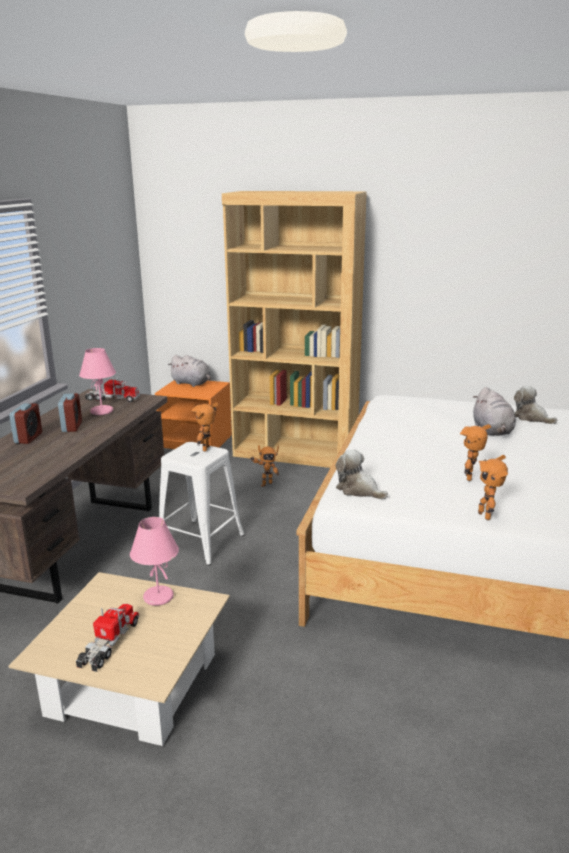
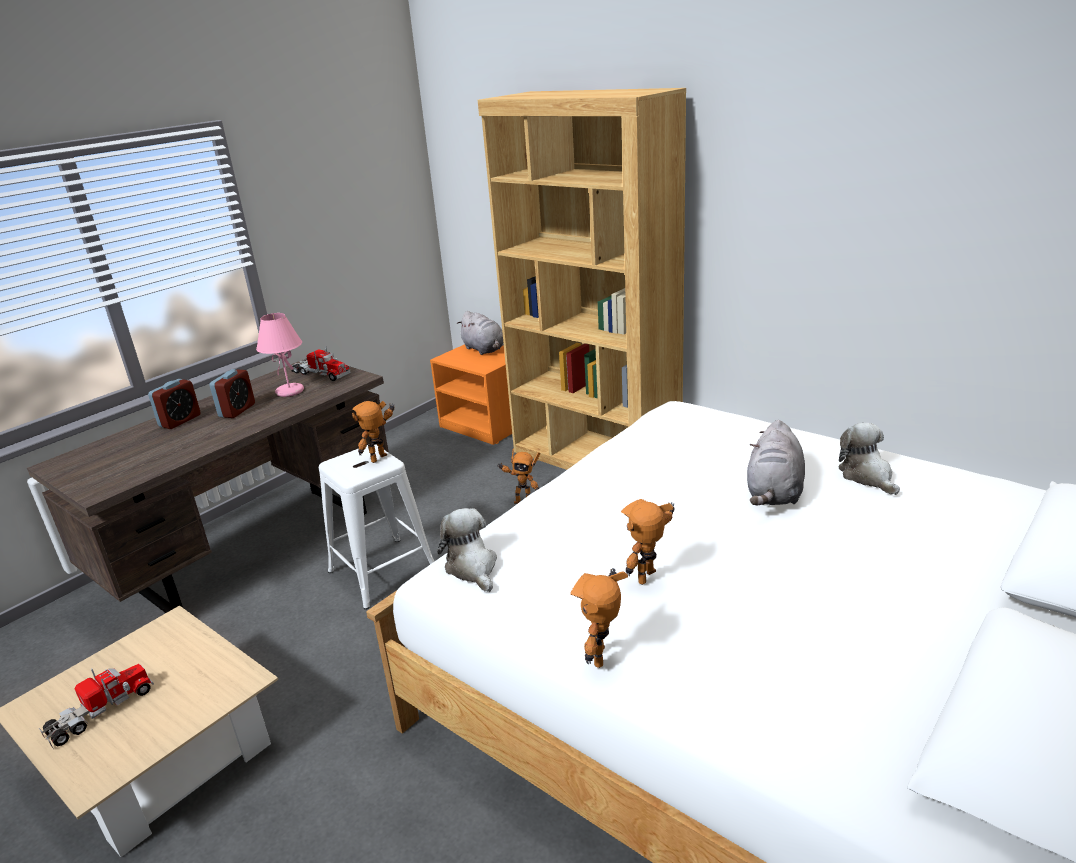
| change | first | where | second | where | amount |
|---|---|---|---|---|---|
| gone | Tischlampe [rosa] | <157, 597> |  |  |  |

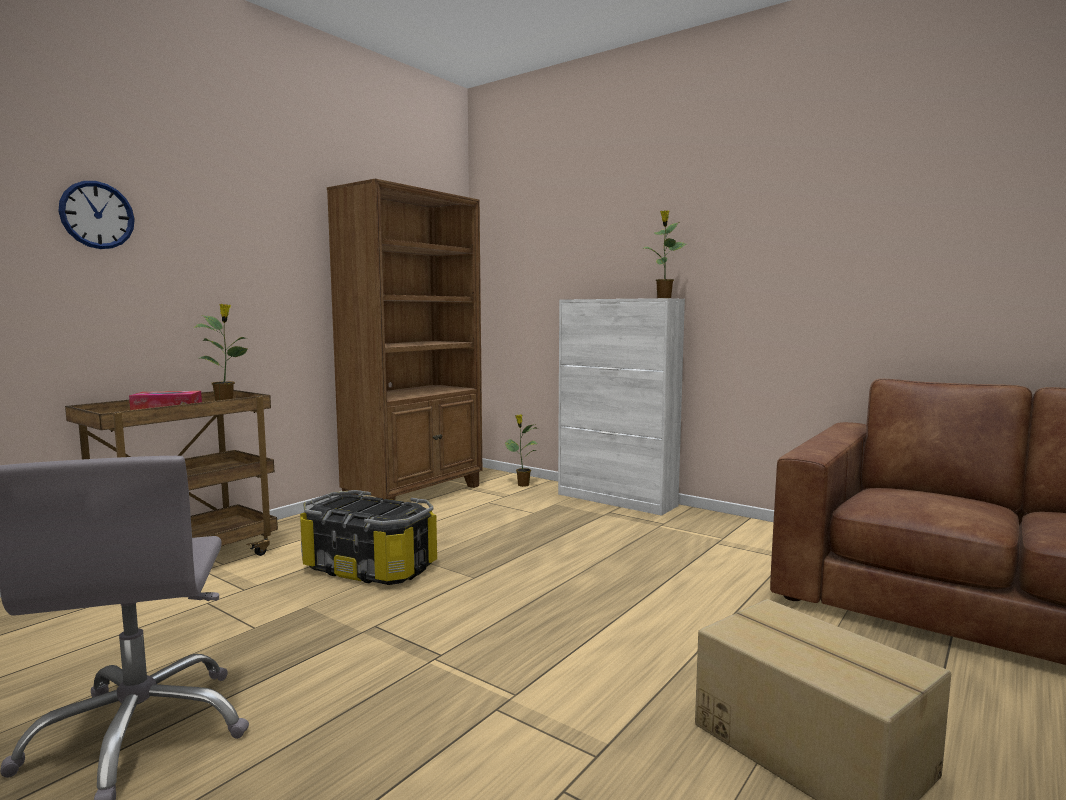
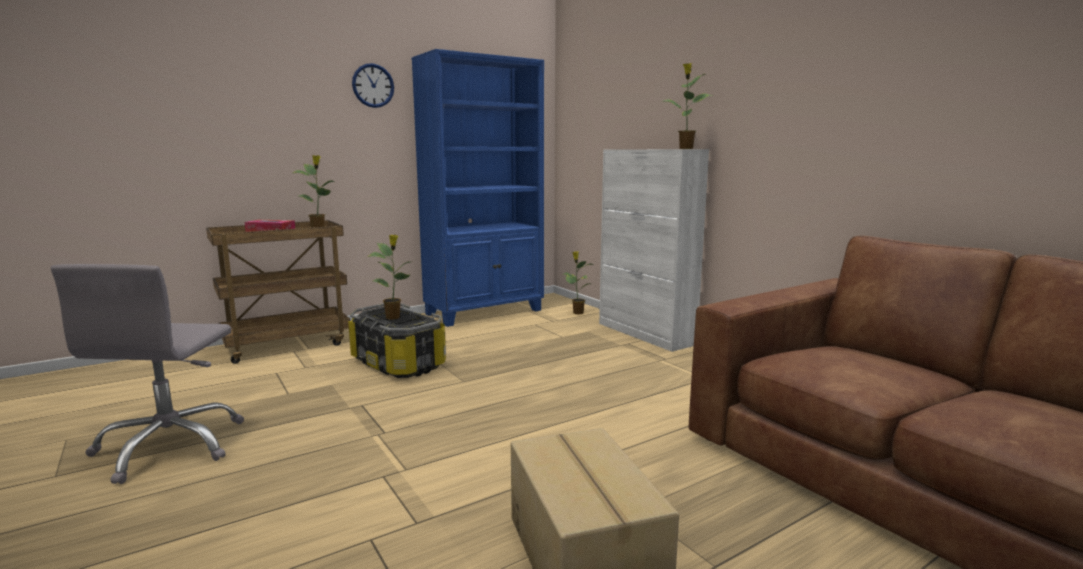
| change | first | where | second | where | amount |
|---|---|---|---|---|---|
| new |  |  | Topfpflanze | <394, 317> |  |
| shifted | Wanduhr | <97, 215> |  | <373, 85> |  |
| repainted | Bücherregal [braun] | <416, 494> | Bücherregal [blau] | <485, 312> |  |

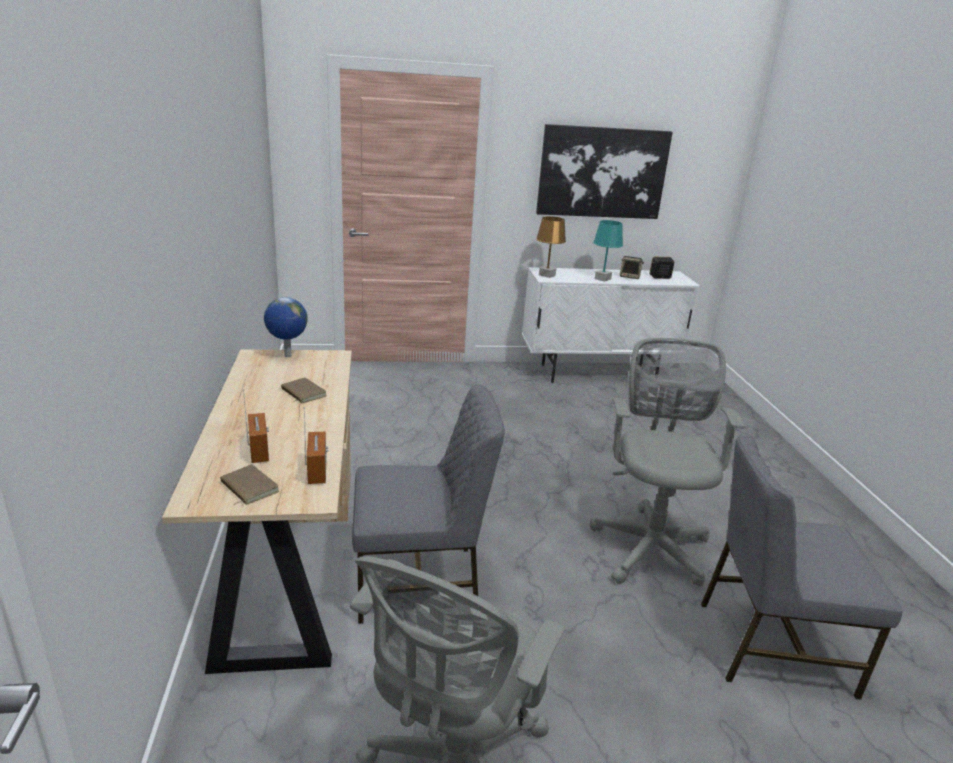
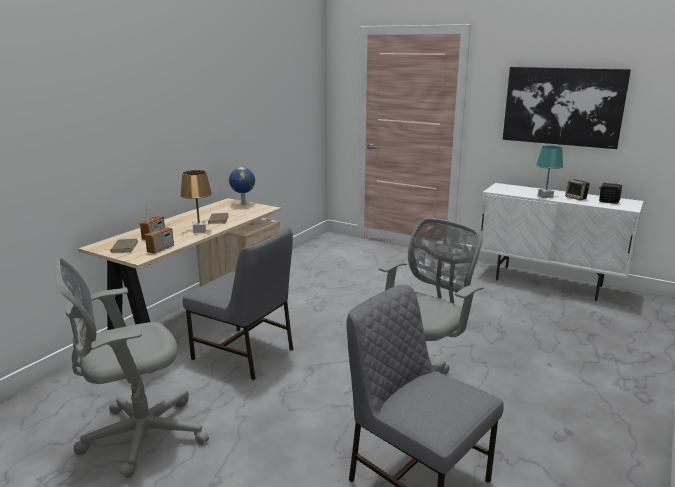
| change | first | where | second | where | amount |
|---|---|---|---|---|---|
| shifted | Tischlampe [braun] | <547, 275> |  | <199, 230> |  |

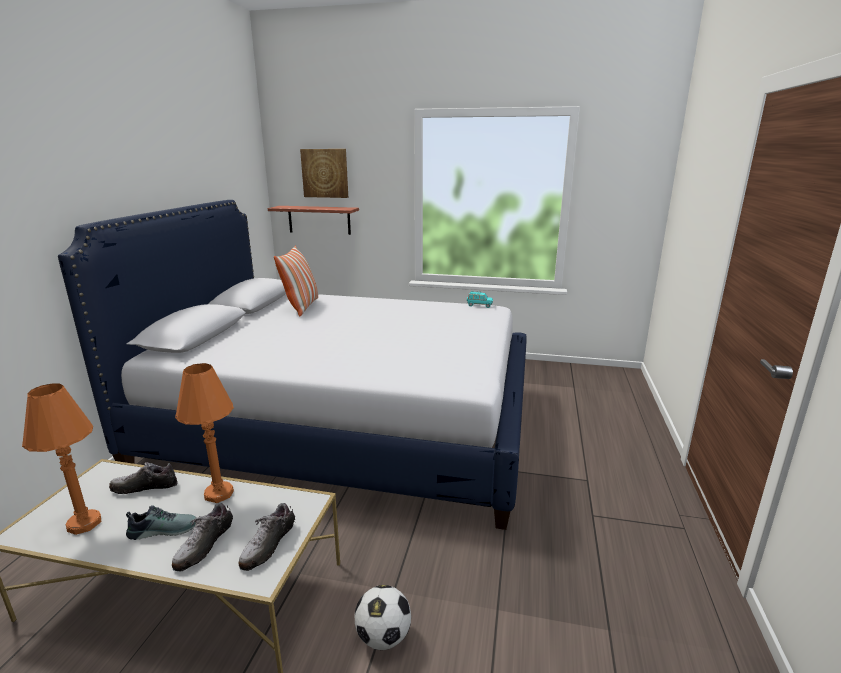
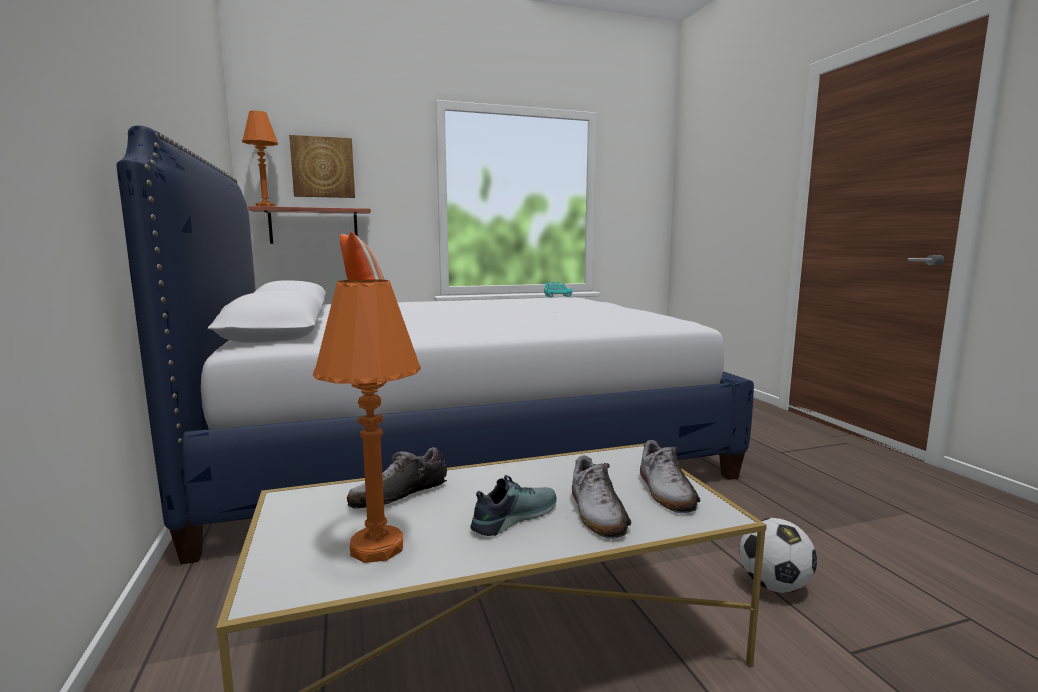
| change | first | where | second | where | amount |
|---|---|---|---|---|---|
| shifted | Tischlampe [orange] | <219, 494> |  | <265, 207> |  |

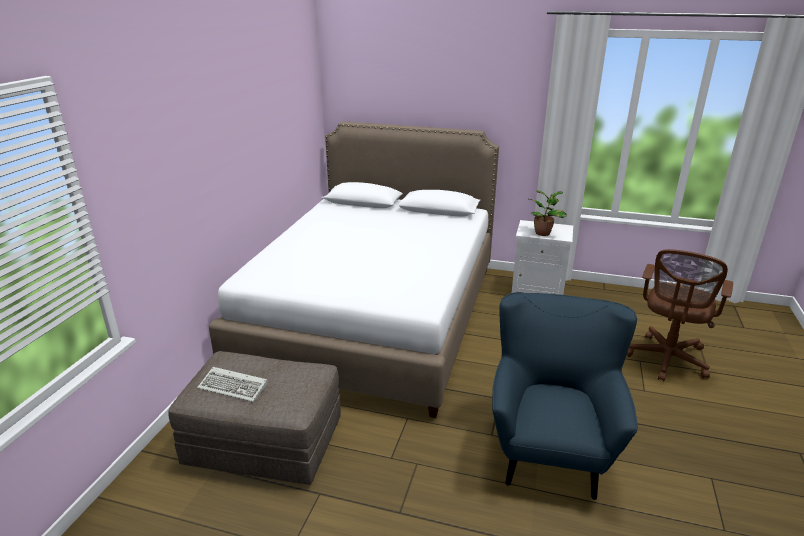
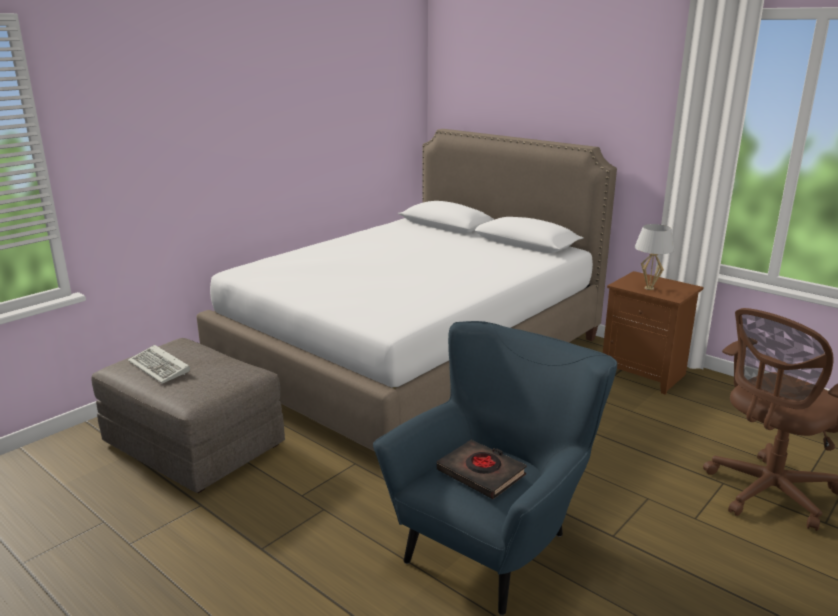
| change | first | where | second | where | amount |
|---|---|---|---|---|---|
| new |  |  | Buch [schwarz] | <481, 473> |  |
| swapped | Topfpflanze | <543, 233> | Tischlampe [weiß] | <649, 288> |  |
| repainted | Nachttisch [weiß] | <538, 292> | Nachttisch [braun] | <645, 374> |  |

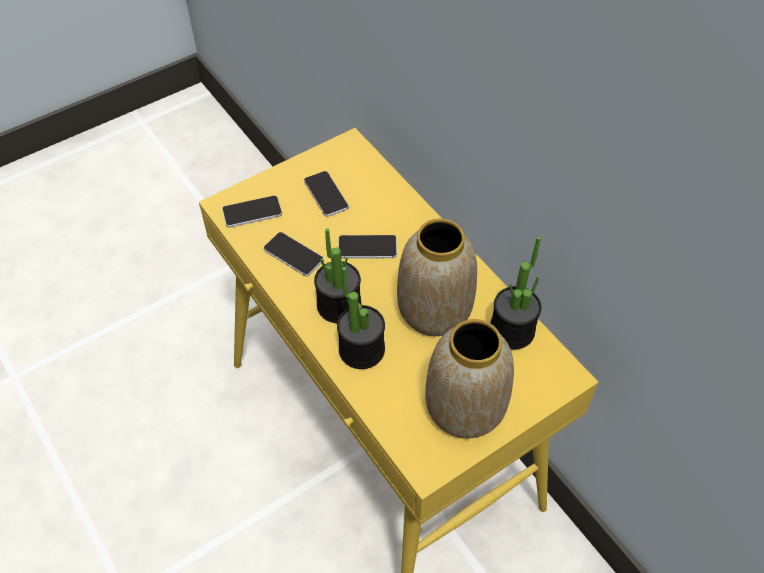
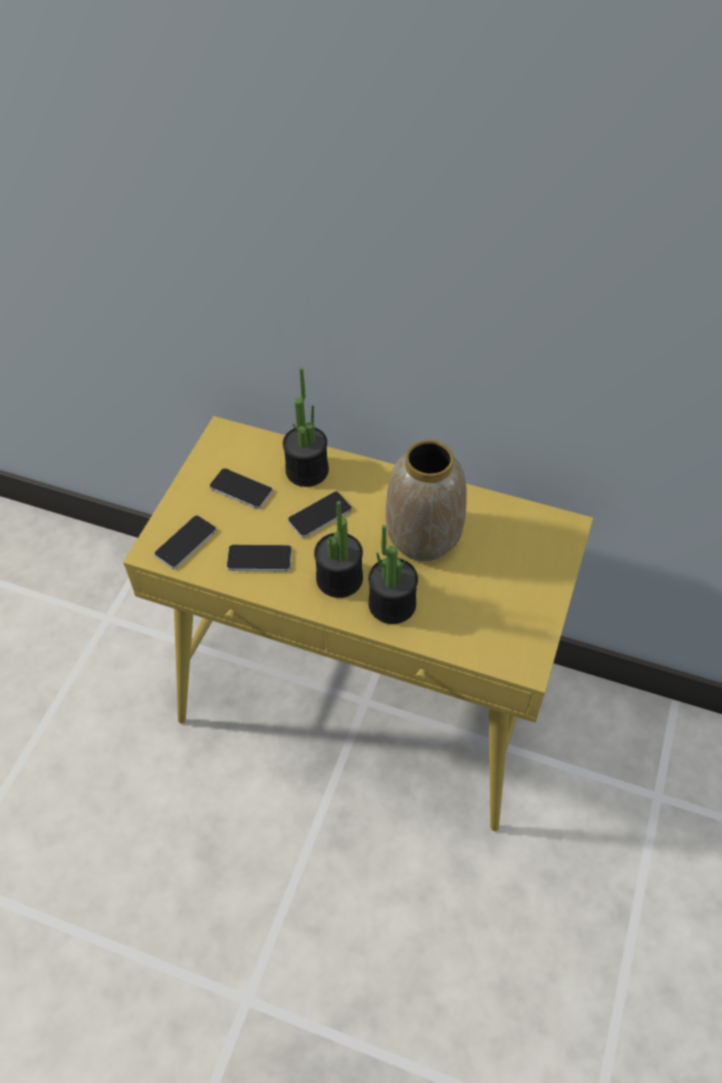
| change | first | where | second | where | amount |
|---|---|---|---|---|---|
| gone | Vase | <465, 410> |  |  |  |
| shifted | Topfpflanze | <512, 330> |  | <307, 470> |  |

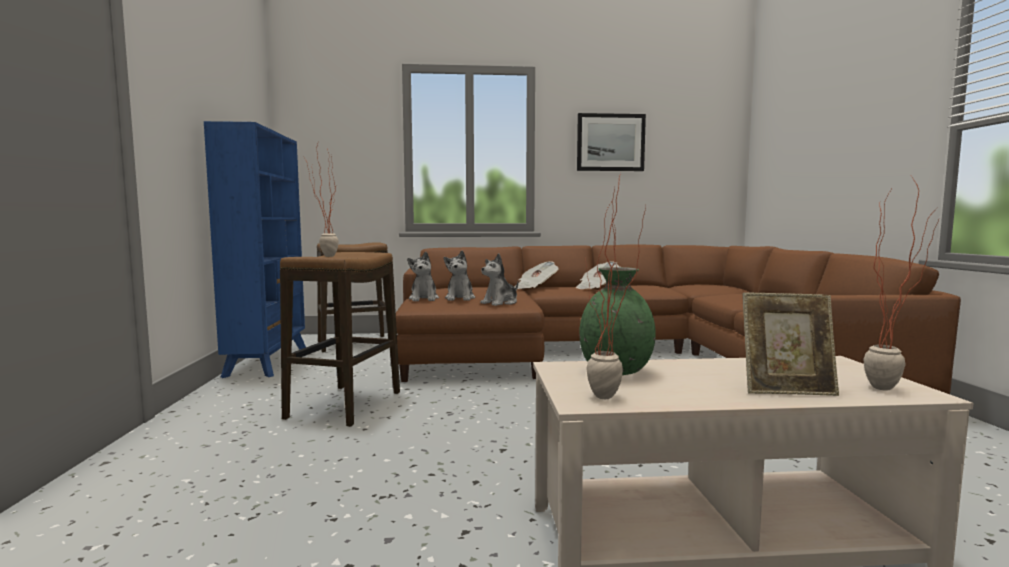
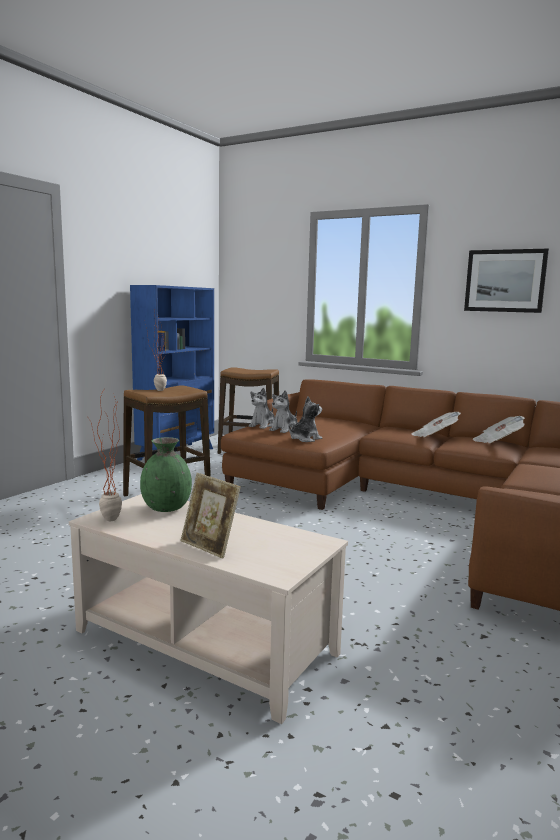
| change | first | where | second | where | amount |
|---|---|---|---|---|---|
| gone | Topfpflanze | <895, 390> |  |  |  |
| shifted | Zeitung | <535, 287> |  | <497, 442> |  |
| rotated | Plüschtier | <500, 303> |  | <304, 439> | 150 degrees clockwise |

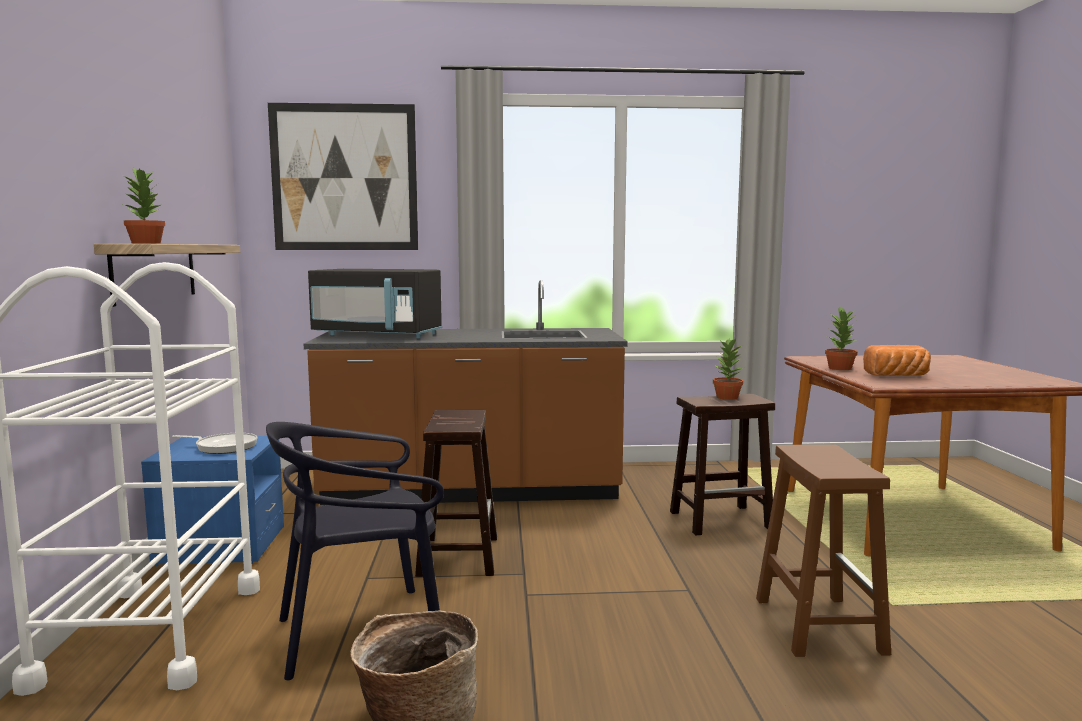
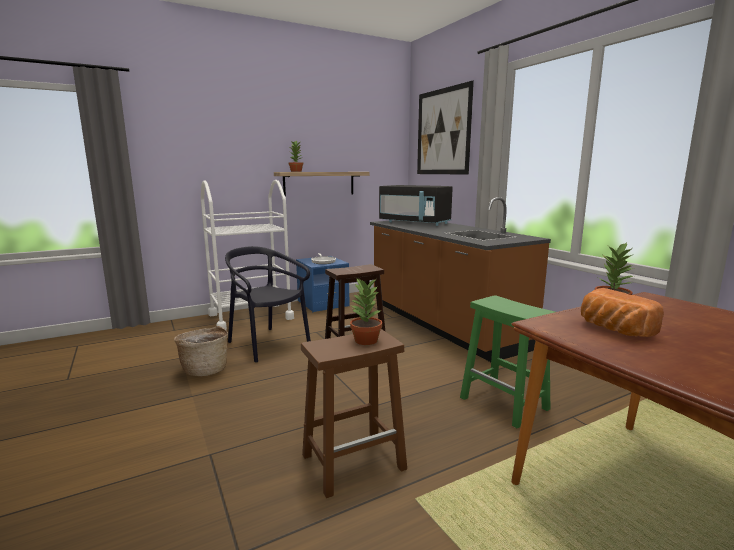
| change | first | where | second | where | amount |
|---|---|---|---|---|---|
| shifted | Topfpflanze | <727, 397> |  | <365, 340> |  |
| repainted | Hocker [braun] | <721, 520> | Hocker [grün] | <505, 404> |  |
| rotated | Mikrowelle [schwarz] | <378, 335> |  | <414, 223> | 45 degrees counterclockwise |

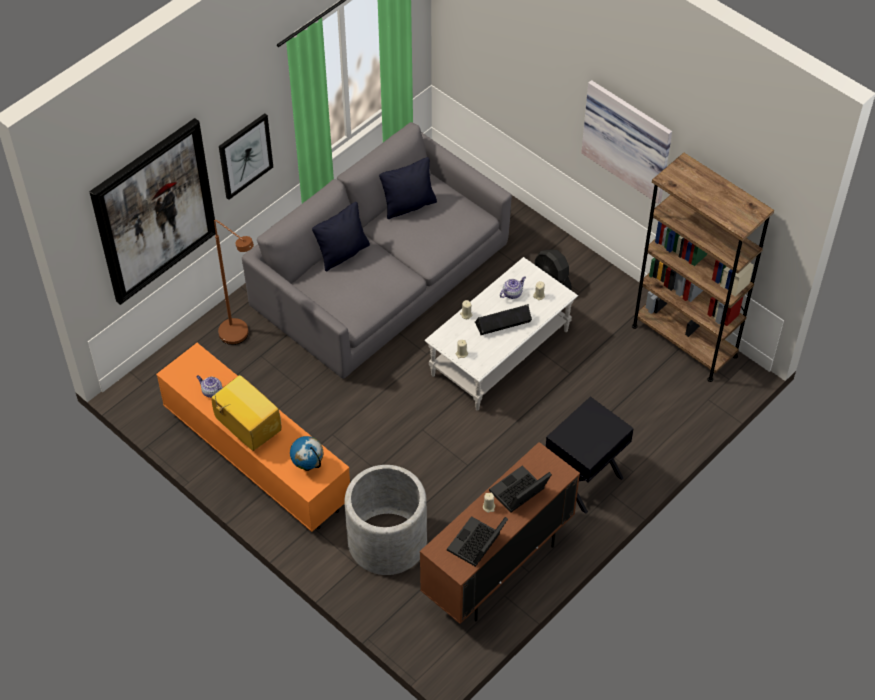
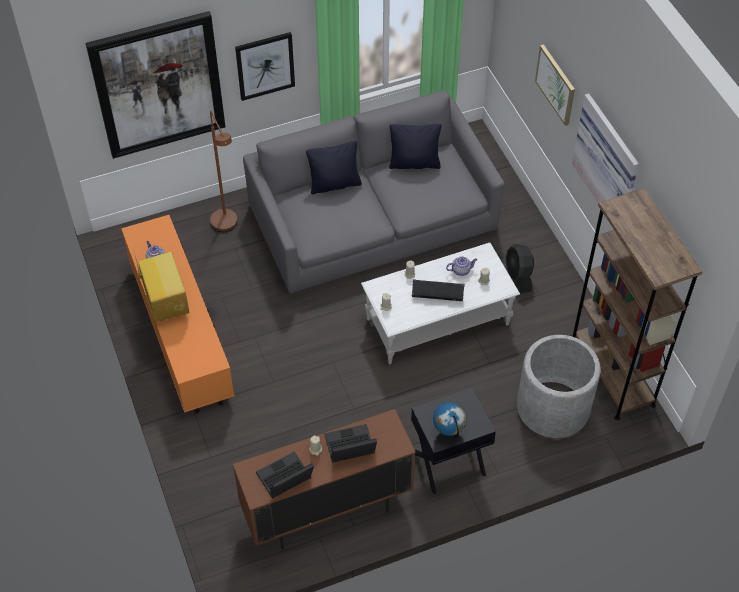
| change | first | where | second | where | amount |
|---|---|---|---|---|---|
| new |  |  | Bild | <556, 84> |  |
| shifted | Globus | <308, 466> |  | <448, 431> |  |
| shifted | Pflanzkübel [grau] | <387, 542> |  | <553, 408> |  |

